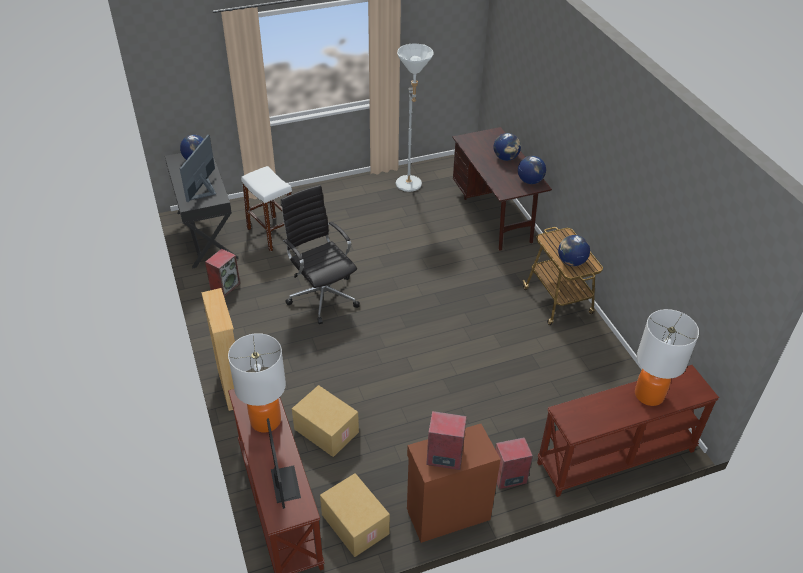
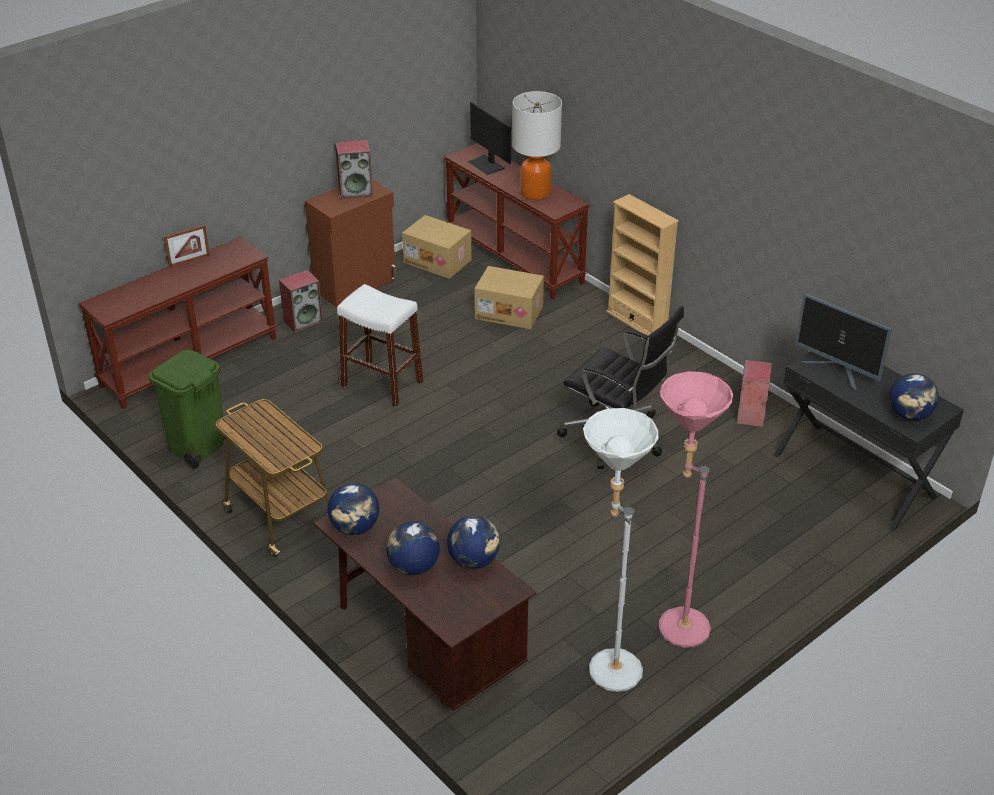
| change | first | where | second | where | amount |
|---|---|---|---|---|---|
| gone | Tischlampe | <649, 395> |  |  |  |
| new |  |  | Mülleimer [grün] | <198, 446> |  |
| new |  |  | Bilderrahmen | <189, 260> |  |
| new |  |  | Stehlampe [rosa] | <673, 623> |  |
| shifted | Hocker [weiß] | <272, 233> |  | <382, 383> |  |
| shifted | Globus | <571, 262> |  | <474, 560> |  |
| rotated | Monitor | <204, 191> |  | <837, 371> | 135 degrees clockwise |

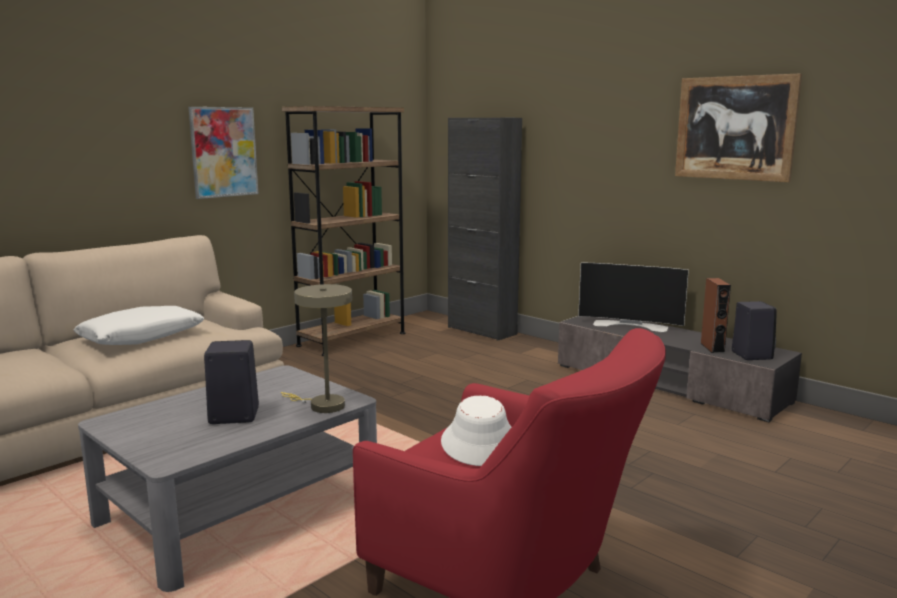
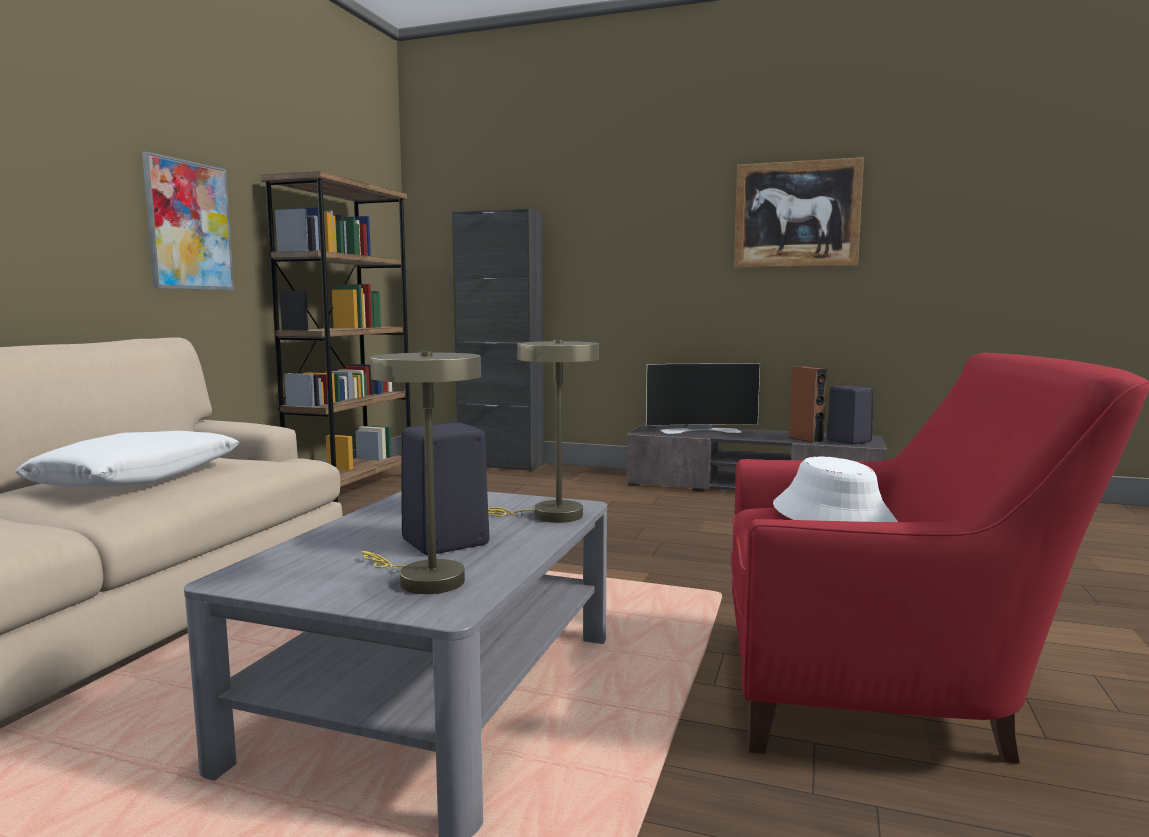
| change | first | where | second | where | amount |
|---|---|---|---|---|---|
| new |  |  | Tischlampe [beige] | <423, 579> |  |

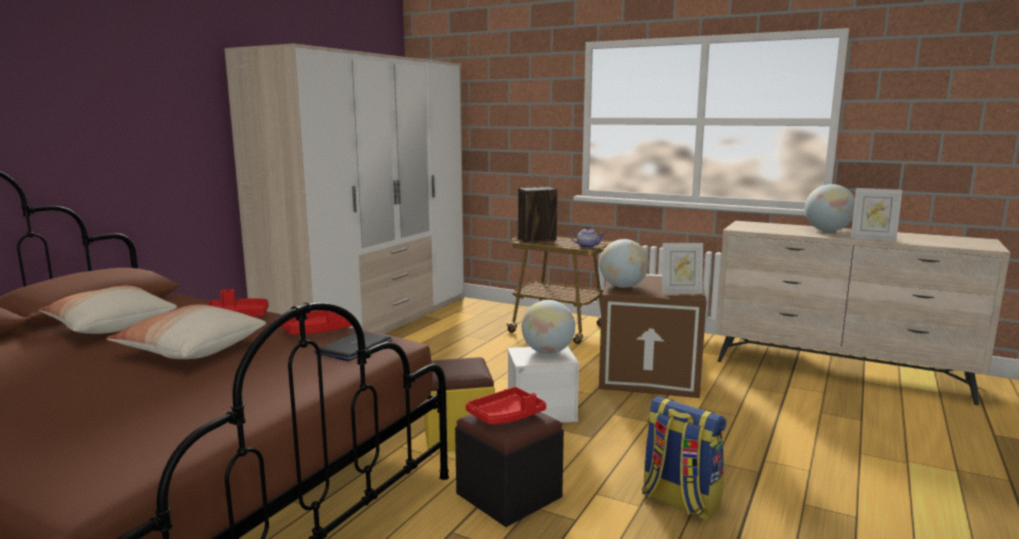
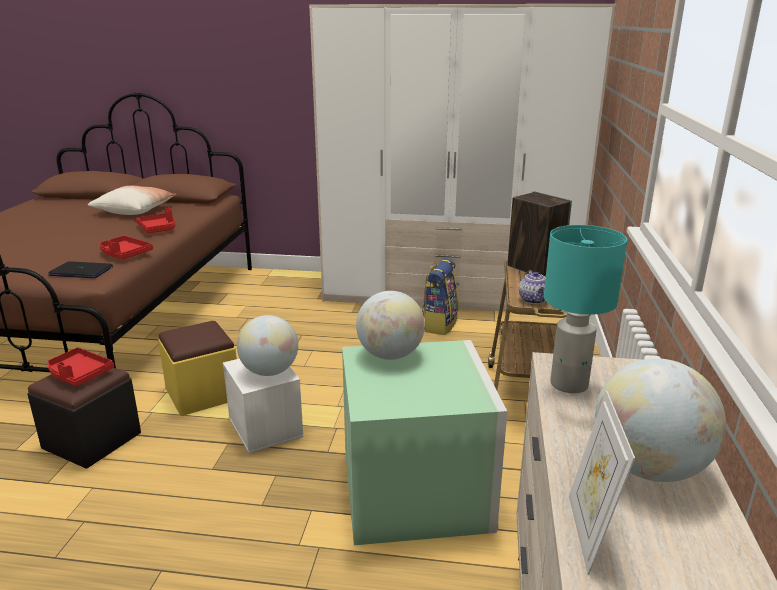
| change | first | where | second | where | amount |
|---|---|---|---|---|---|
| gone | Kissen | <191, 350> |  |  |  |
| gone | Bilderrahmen | <681, 292> |  |  |  |
| new |  |  | Tischlampe [türkis] | <569, 384> |  |
| shifted | Rucksack | <679, 501> |  | <439, 324> |  |
| repainted | Aufbewahrungsbox [braun] | <651, 374> | Aufbewahrungsbox [grün] | <417, 491> |  |

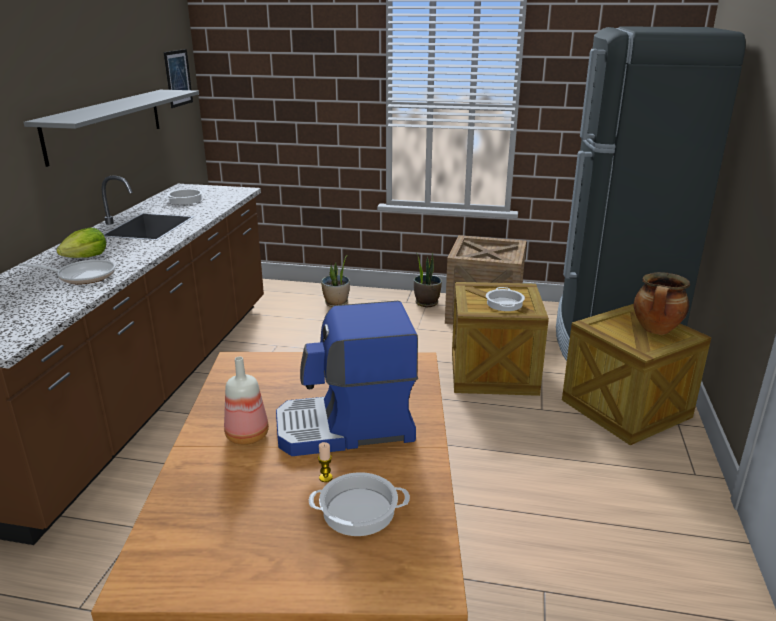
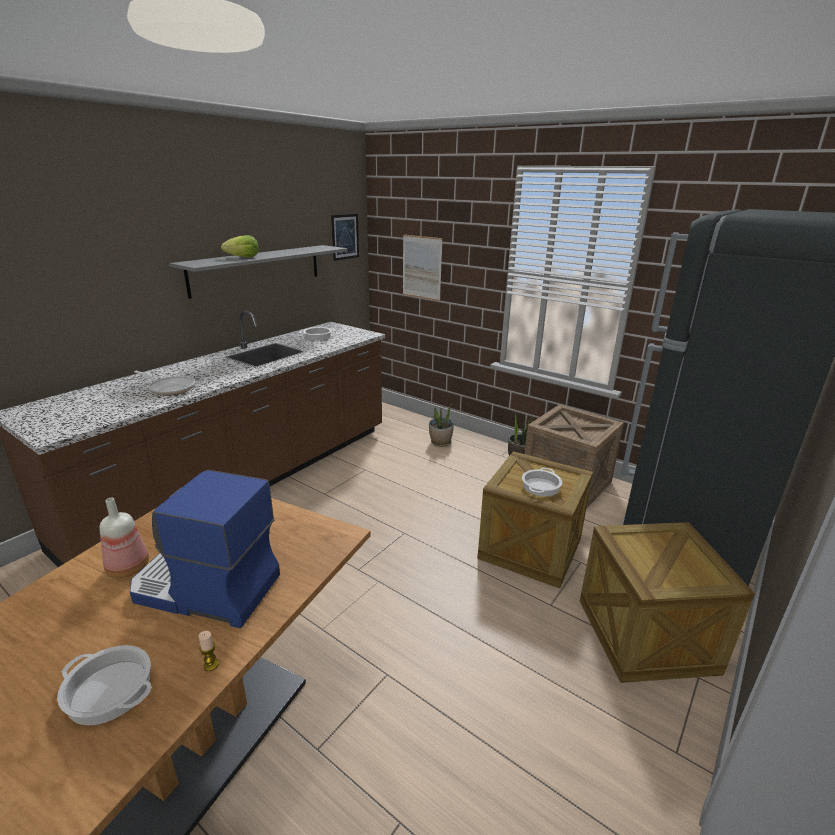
| change | first | where | second | where | amount |
|---|---|---|---|---|---|
| gone | Kochtopf | <656, 330> |  |  |  |
| new |  |  | Bild | <422, 267> |  |
| shifted | Salatkopf | <86, 257> |  | <243, 257> |  |
| shifted | Kerze | <325, 477> |  | <211, 665> |  |

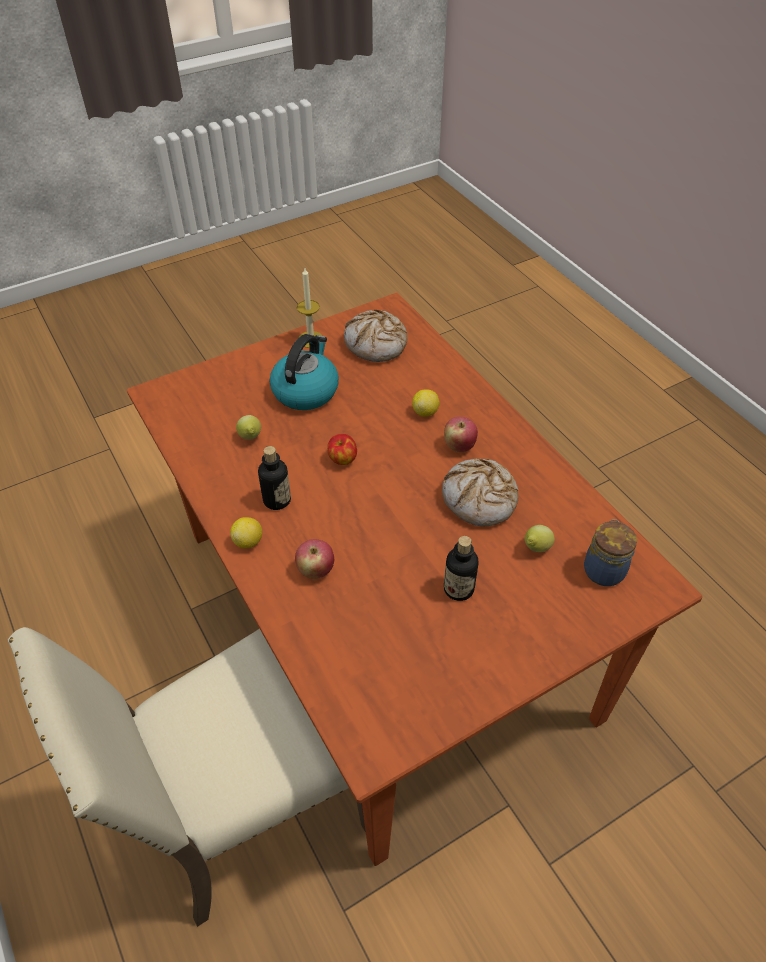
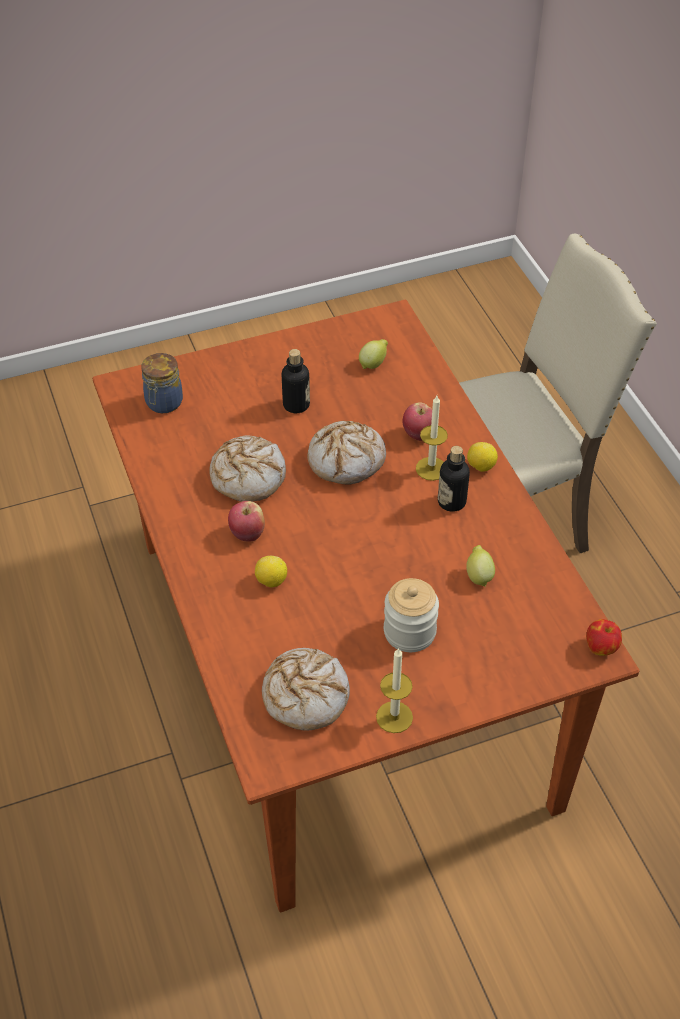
| change | first | where | second | where | amount |
|---|---|---|---|---|---|
| new |  |  | Brot | <346, 460> |  |
| new |  |  | Kerze | <431, 468> |  |
| shifted | Apfel | <342, 459> |  | <601, 647> |  |
| shifted | Zitrone | <536, 548> |  | <373, 364> |  |
| swapped | Wasserkessel | <305, 390> | Vorratsglas | <409, 632> |  |

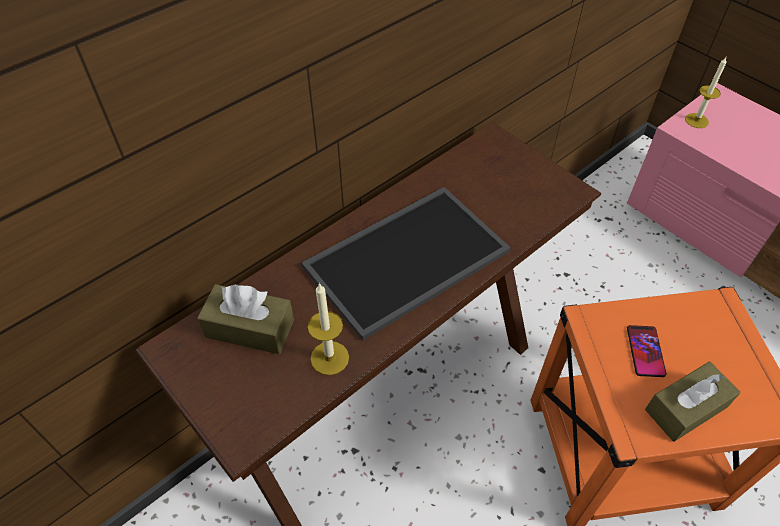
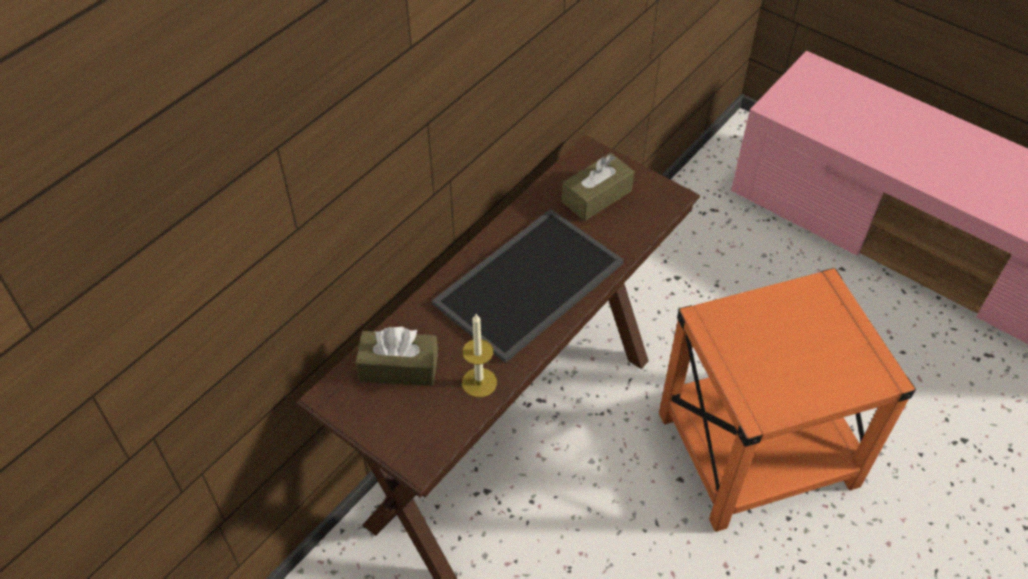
| change | first | where | second | where | amount |
|---|---|---|---|---|---|
| gone | Handy | <645, 351> |  |  |  |
| gone | Kerze | <696, 120> |  |  |  |
| shifted | Taschentuchbox [braun] | <686, 408> |  | <596, 196> |  |

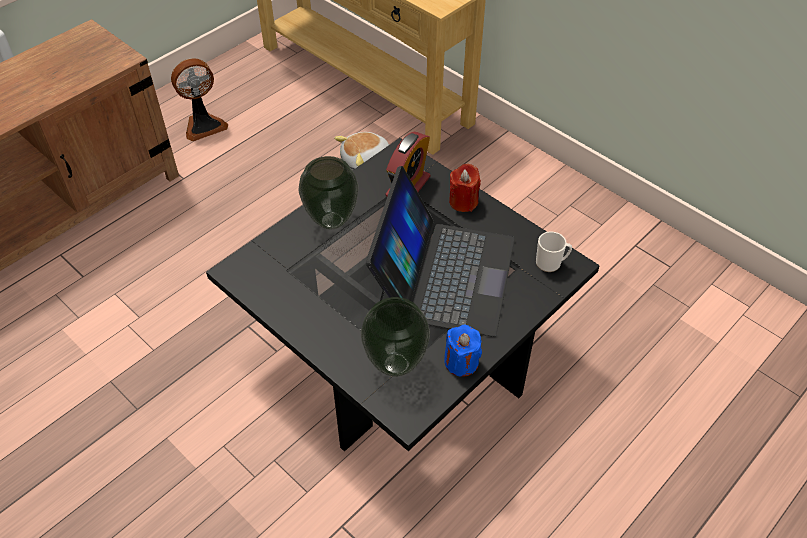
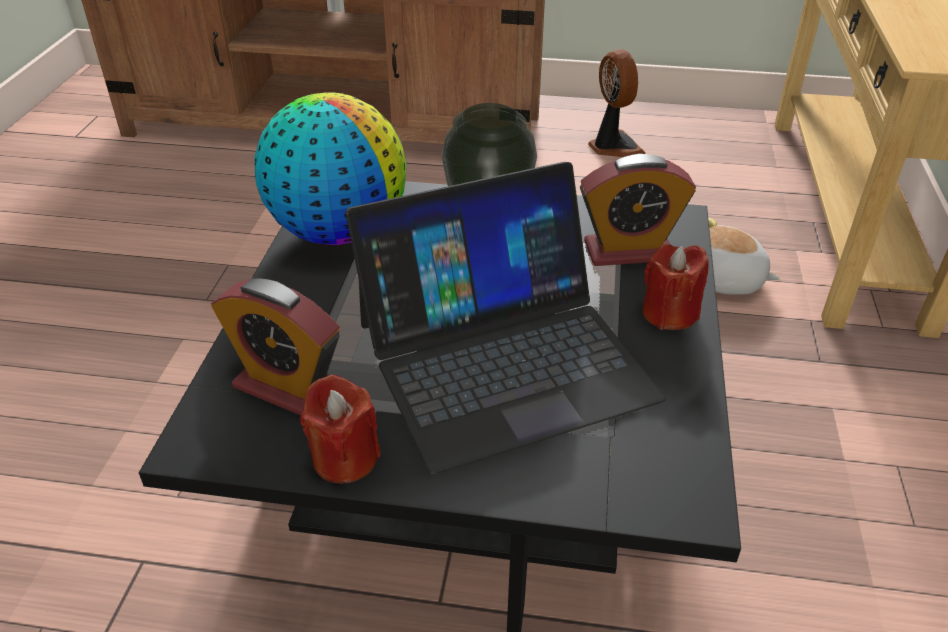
| change | first | where | second | where | amount |
|---|---|---|---|---|---|
| gone | Henkelbecher | <551, 263> |  |  |  |
| new |  |  | Globus | <338, 231> |  |
| swapped | Vase | <396, 363> | Wecker | <288, 387> |  |
| repainted | Kerze [blau] | <461, 362> | Kerze [rot] | <345, 458> |  |
| rotated | Ventilator | <203, 125> |  | <613, 147> | 135 degrees counterclockwise |

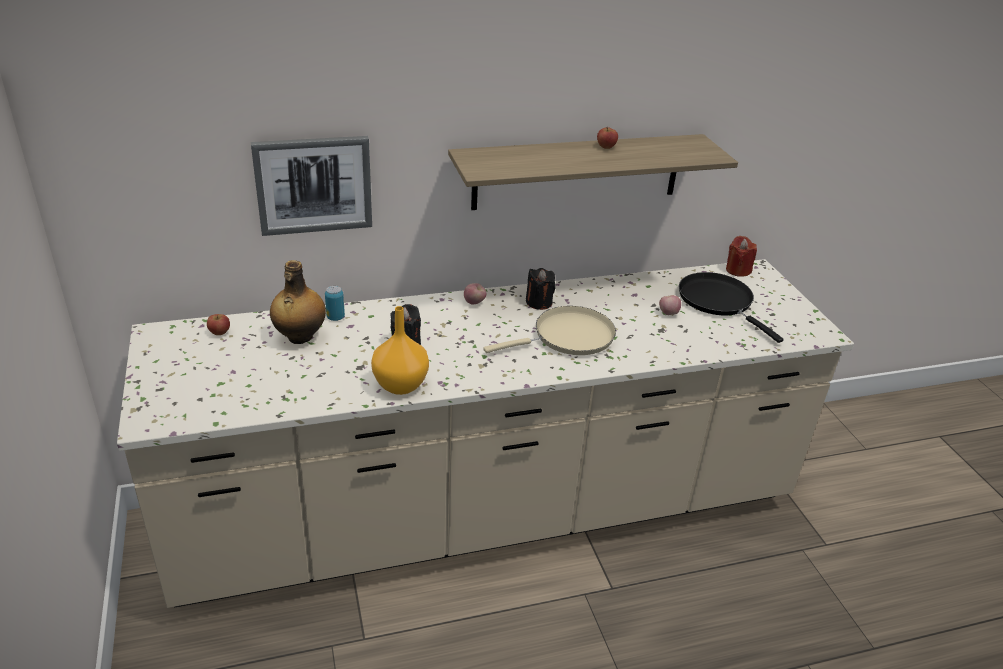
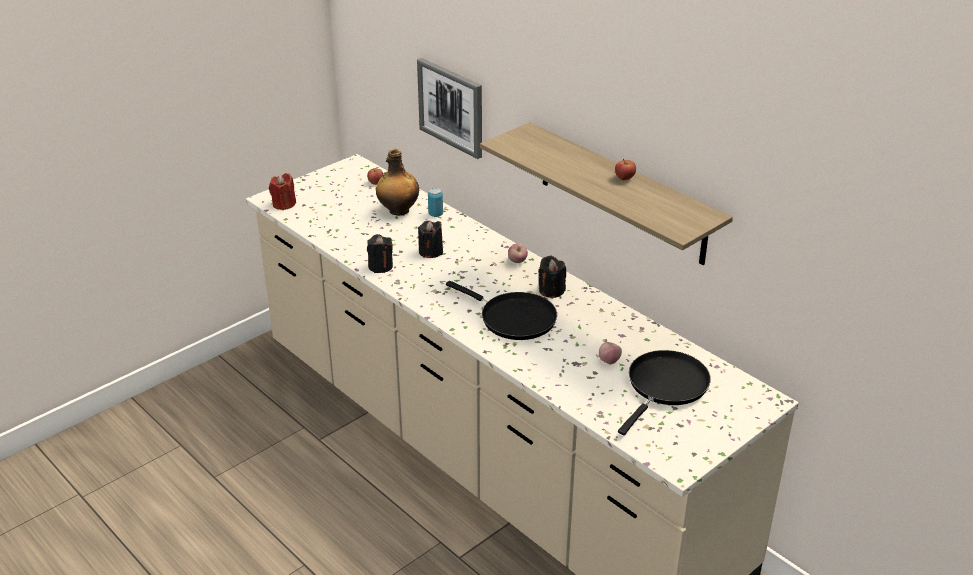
| change | first | where | second | where | amount |
|---|---|---|---|---|---|
| shifted | Kerze [rot] | <738, 270> |  | <284, 204> |  |
| swapped | Vase [orange] | <401, 385> | Kerze [schwarz] | <380, 266> |  |
| repainted | Pfanne [beige] | <568, 337> | Pfanne [schwarz] | <513, 318> |  |

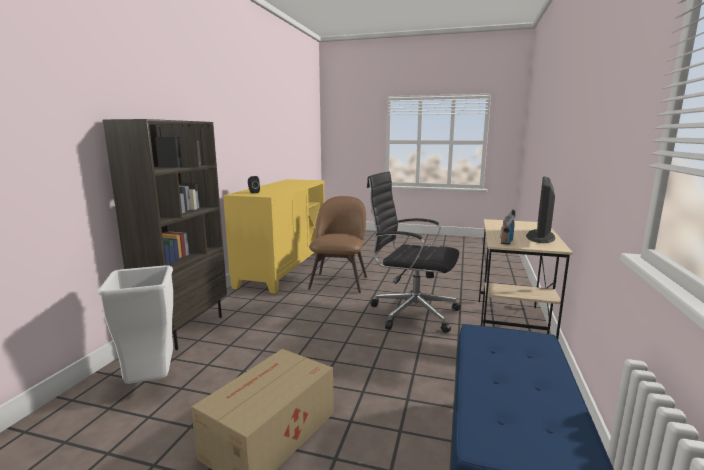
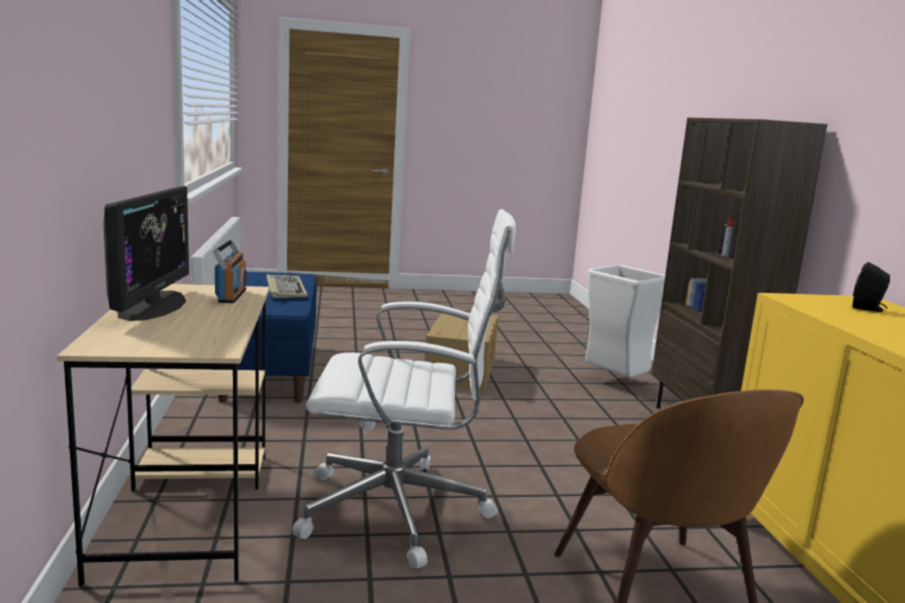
| change | first | where | second | where | amount |
|---|---|---|---|---|---|
| new |  |  | Tastatur | <285, 289> |  |
| repainted | Bürostuhl [schwarz] | <411, 312> | Bürostuhl [weiß] | <400, 511> |  |

